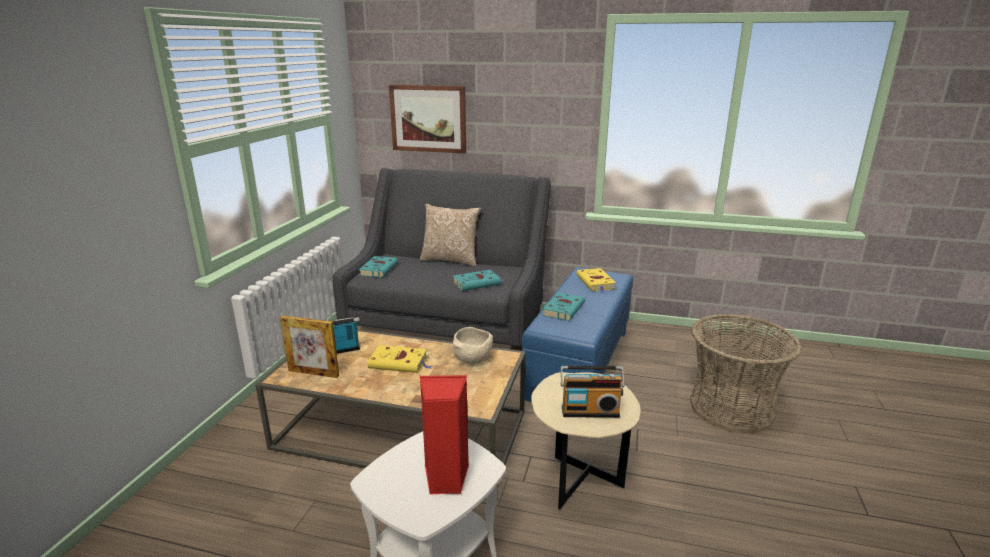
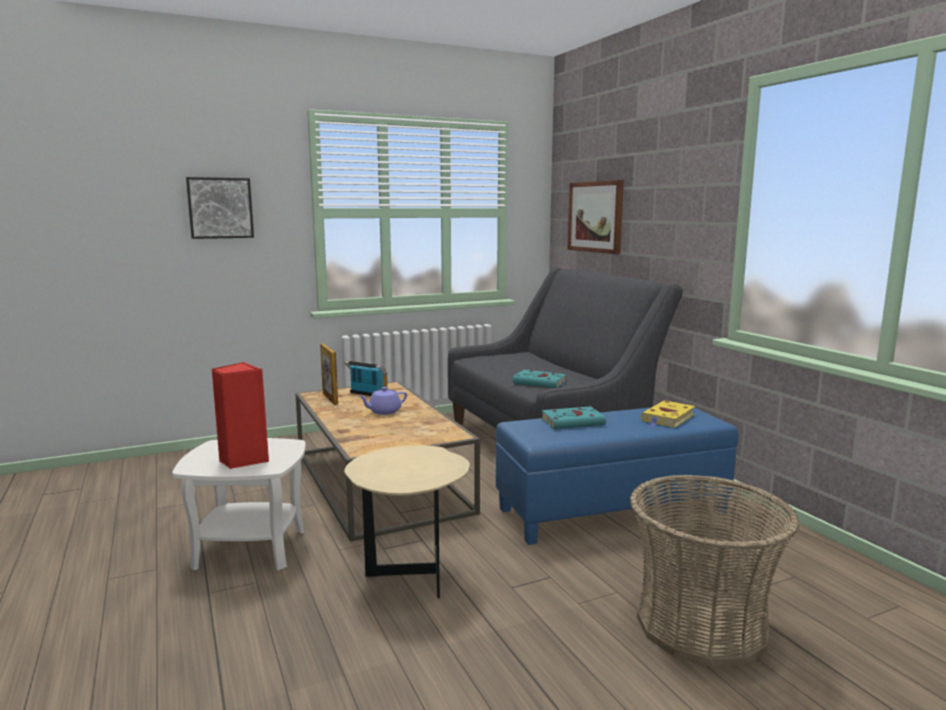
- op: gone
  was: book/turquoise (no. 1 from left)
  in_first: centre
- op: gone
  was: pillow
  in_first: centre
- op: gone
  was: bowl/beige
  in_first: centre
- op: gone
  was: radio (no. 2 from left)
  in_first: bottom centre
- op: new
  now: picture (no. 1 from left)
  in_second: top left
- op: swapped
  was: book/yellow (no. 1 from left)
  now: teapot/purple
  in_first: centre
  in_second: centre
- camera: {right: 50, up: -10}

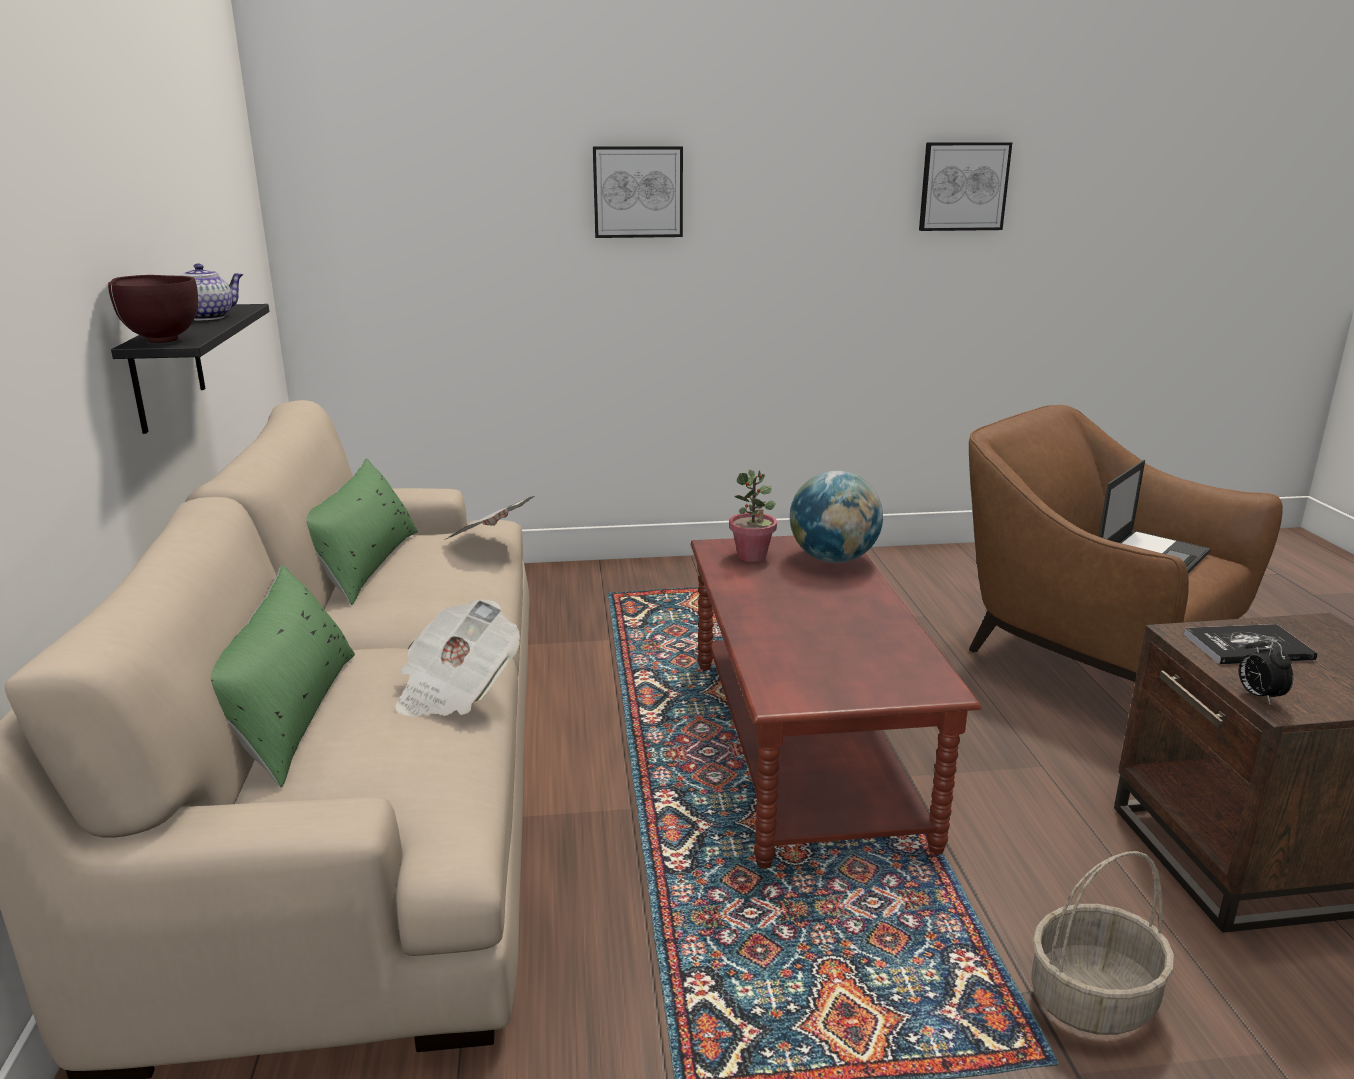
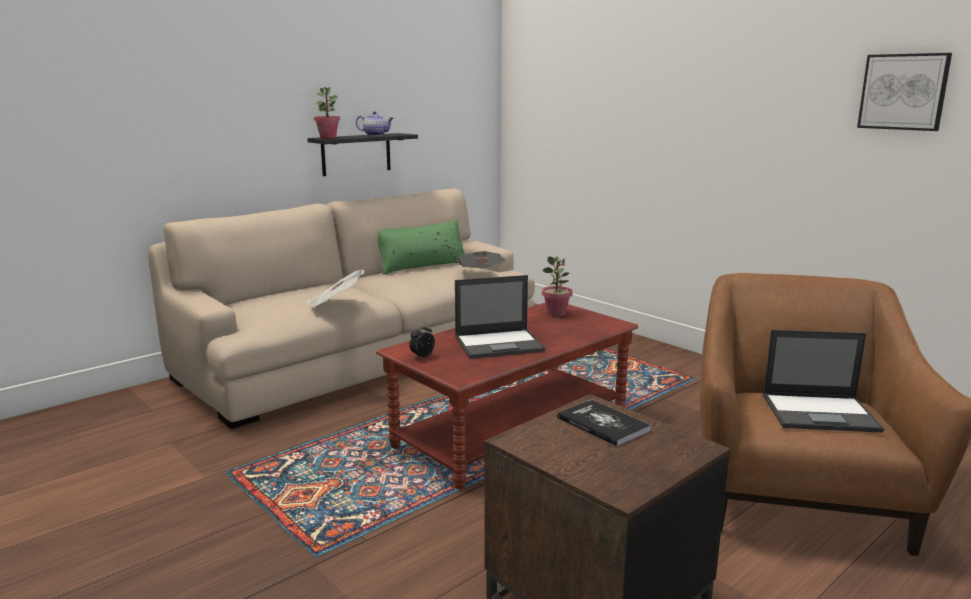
- op: gone
  was: pillow/green (no. 1 from left)
  in_first: middle left
- op: gone
  was: picture (no. 1 from left)
  in_first: top centre
- op: gone
  was: globe
  in_first: centre
- op: gone
  was: basket
  in_first: bottom right
- op: new
  now: laptop (no. 1 from left)
  in_second: centre
- op: shifted
  was: alarm clock
  in_first: middle right
  in_second: centre
- op: swapped
  was: bowl/brown
  now: potted plant (no. 1 from left)
  in_first: top left
  in_second: top centre
- camera: {right: 55, up: -5}

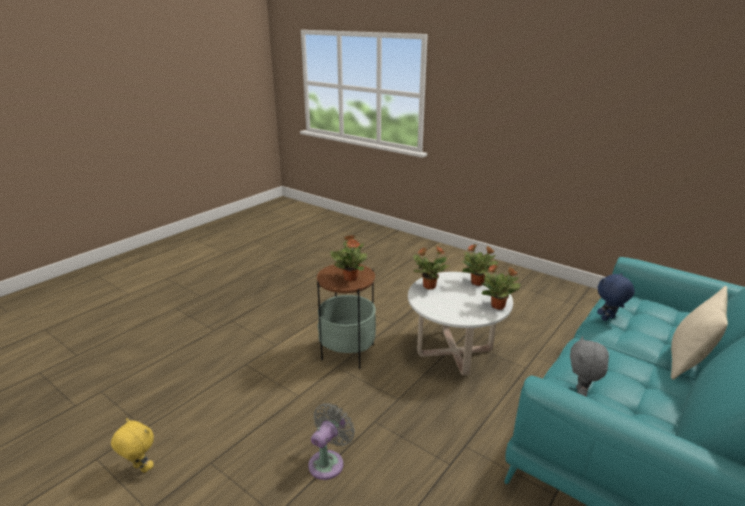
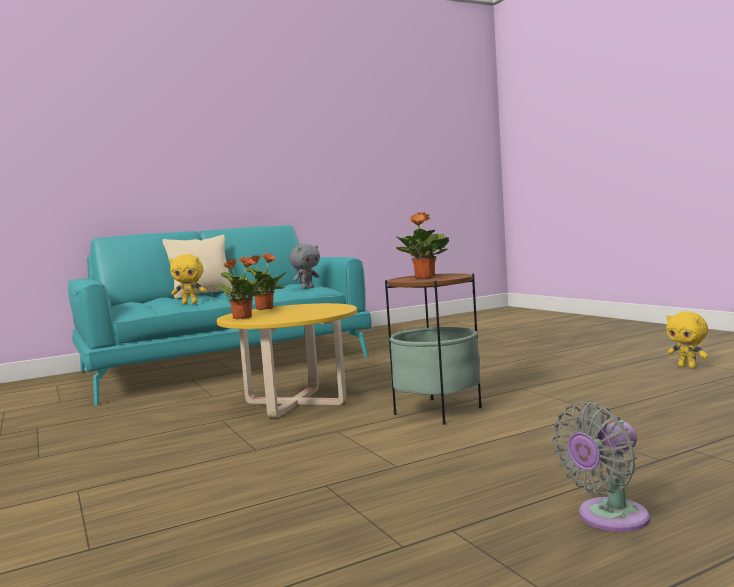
- op: gone
  was: potted plant (no. 2 from left)
  in_first: centre
- op: shifted
  was: fan/grey
  in_first: bottom centre
  in_second: bottom right
- op: repainted
  was: coffee table/white
  now: coffee table/yellow
  in_first: centre
  in_second: centre
- op: repainted
  was: plush toy/blue
  now: plush toy/yellow (no. 1 from left)
  in_first: middle right
  in_second: middle left
- camera: {right: -155, up: -20}

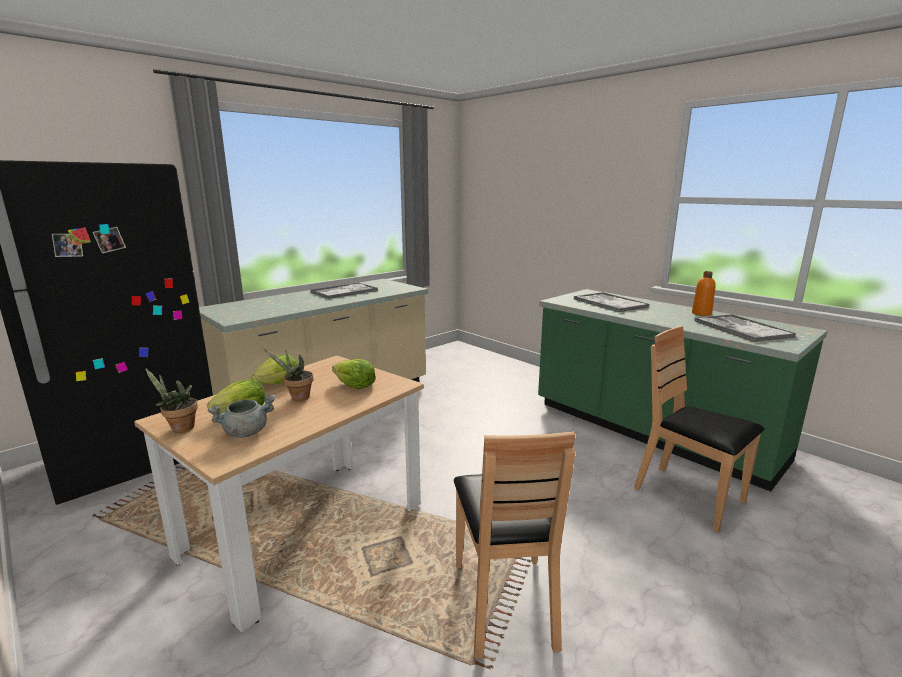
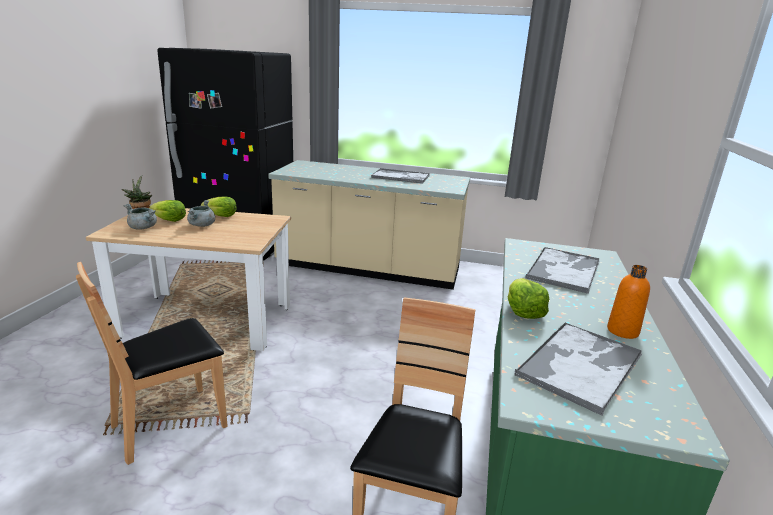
- op: shifted
  was: lettuce (no. 3 from left)
  in_first: centre
  in_second: middle right
- op: swapped
  was: potted plant (no. 2 from left)
  now: cooking pot/grey (no. 2 from left)
  in_first: middle left
  in_second: middle left
- camera: {right: 55, up: 5}

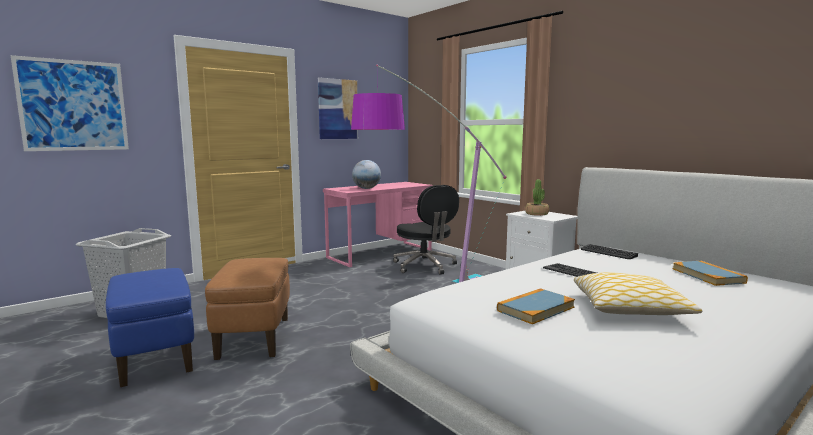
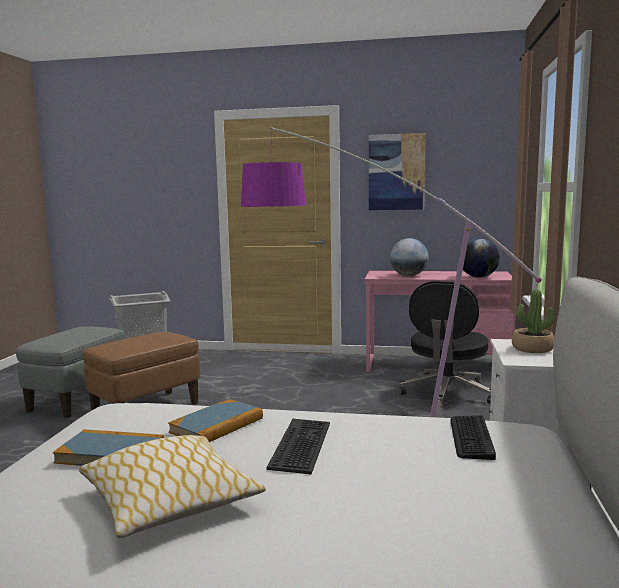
- op: gone
  was: picture (no. 1 from left)
  in_first: top left
- op: new
  now: globe (no. 2 from left)
  in_second: middle right
- op: shifted
  was: book (no. 2 from left)
  in_first: middle right
  in_second: bottom centre
- op: repainted
  was: ottoman/blue
  now: ottoman/grey
  in_first: bottom left
  in_second: middle left
- camera: {right: 50, up: 0}

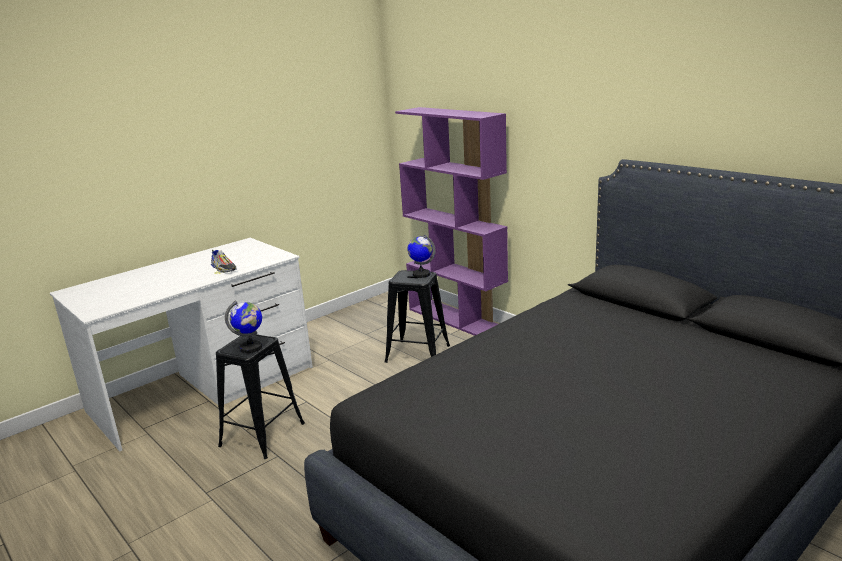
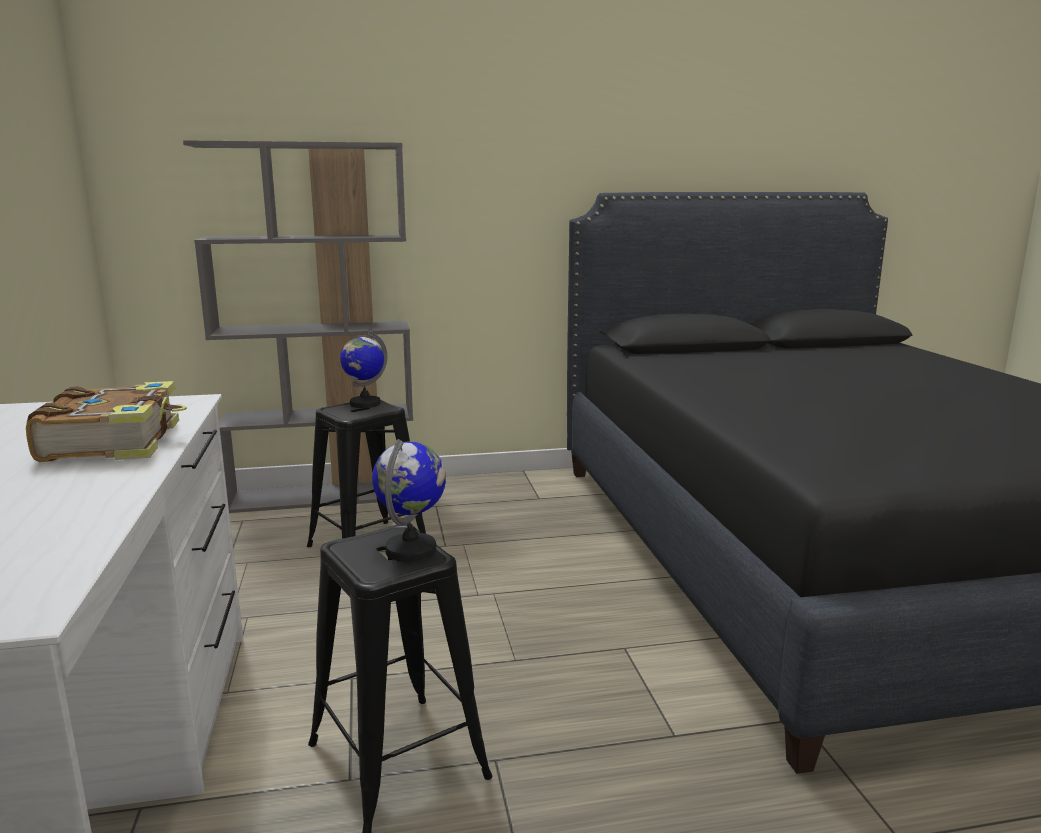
- op: swapped
  was: shoe
  now: book
  in_first: middle left
  in_second: middle left
- op: repainted
  was: bookcase/purple
  now: bookcase/grey
  in_first: centre
  in_second: middle left
- camera: {right: -60, up: -5}

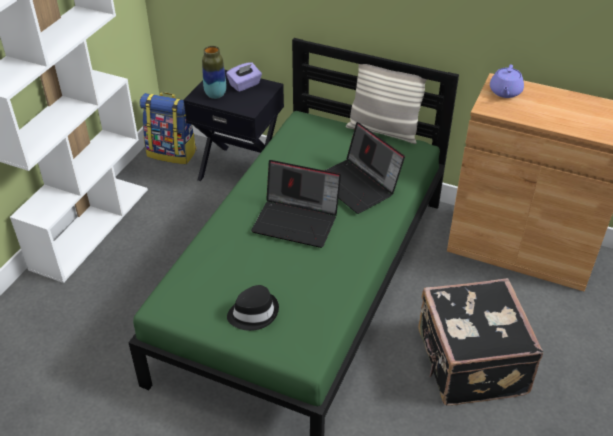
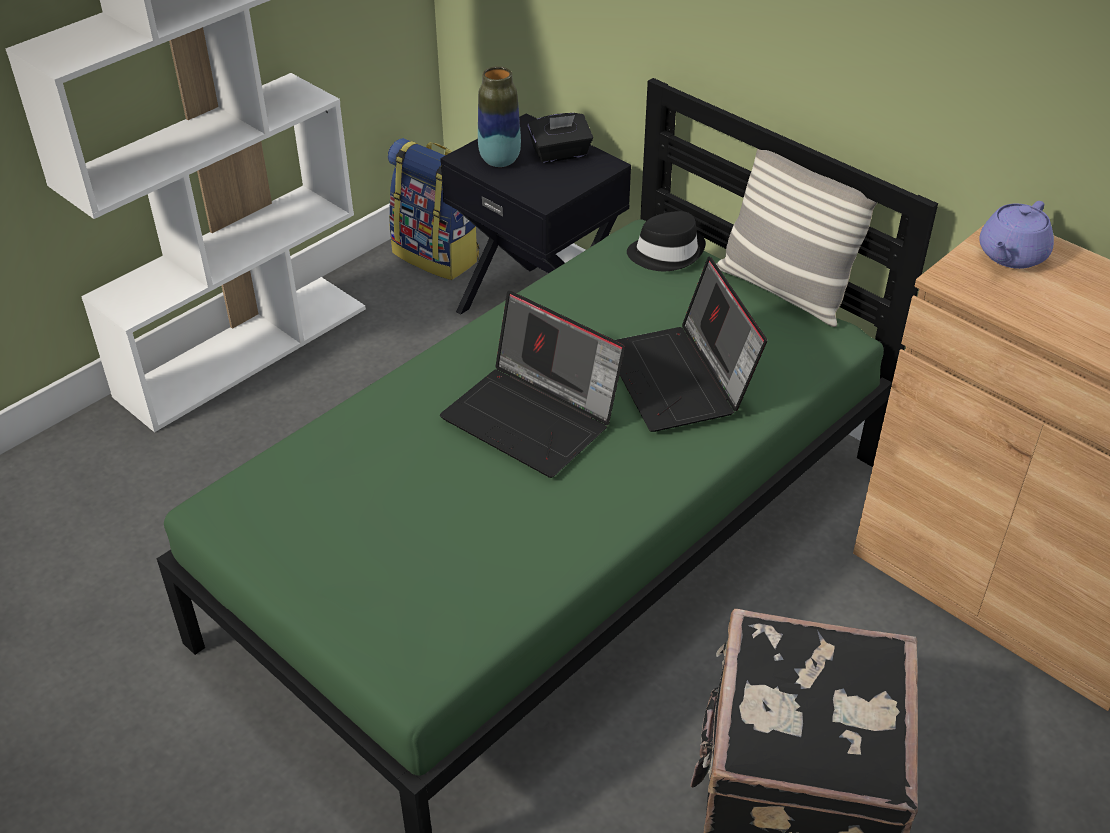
- op: shifted
  was: hat/black
  in_first: bottom centre
  in_second: top centre
- op: repainted
  was: tissue box/purple
  now: tissue box/black
  in_first: top centre
  in_second: top centre
- camera: {right: 20, up: 0}

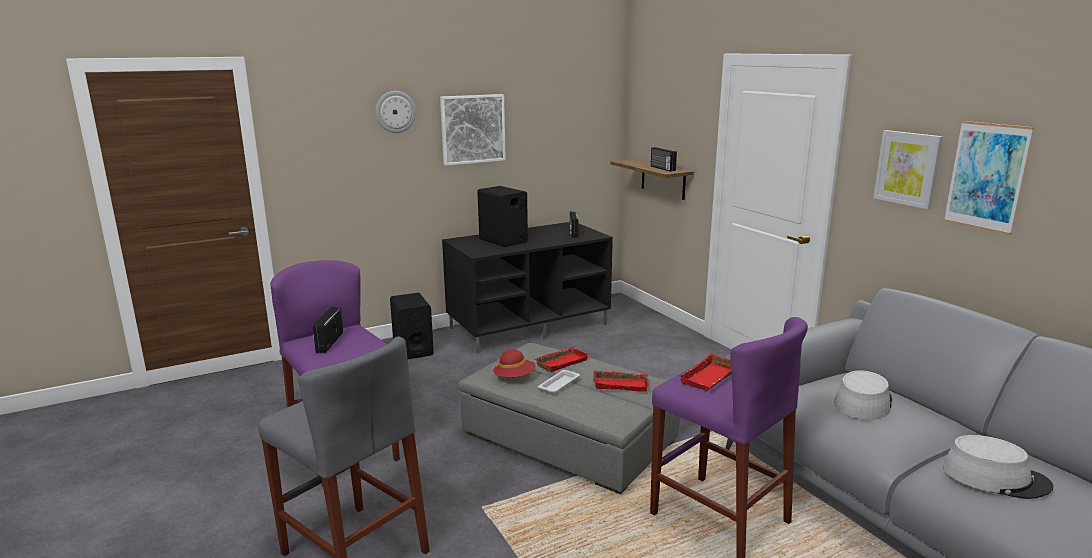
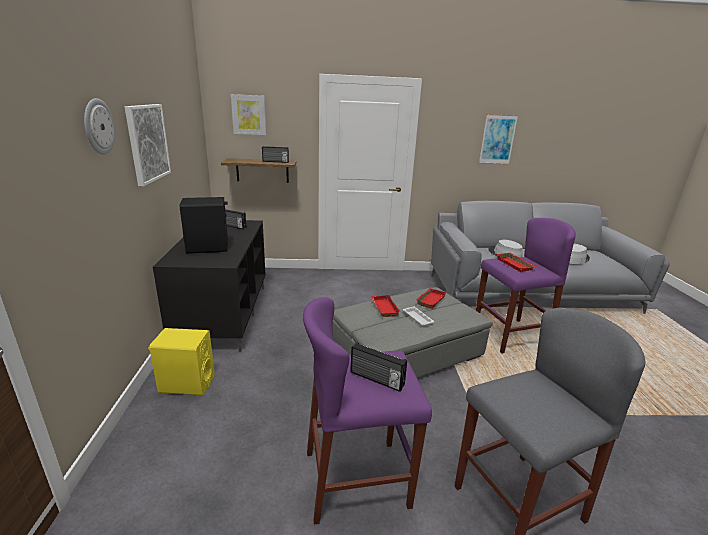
- op: gone
  was: hat/red
  in_first: centre
- op: shifted
  was: picture (no. 2 from left)
  in_first: top right
  in_second: top centre
- op: repainted
  was: speaker/black (no. 1 from left)
  now: speaker/yellow
  in_first: centre
  in_second: bottom left
- camera: {right: -65, up: 5}

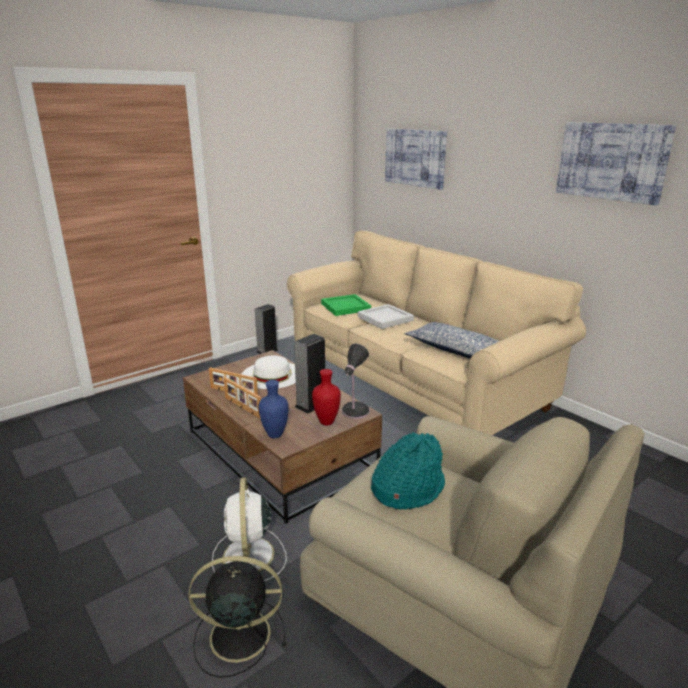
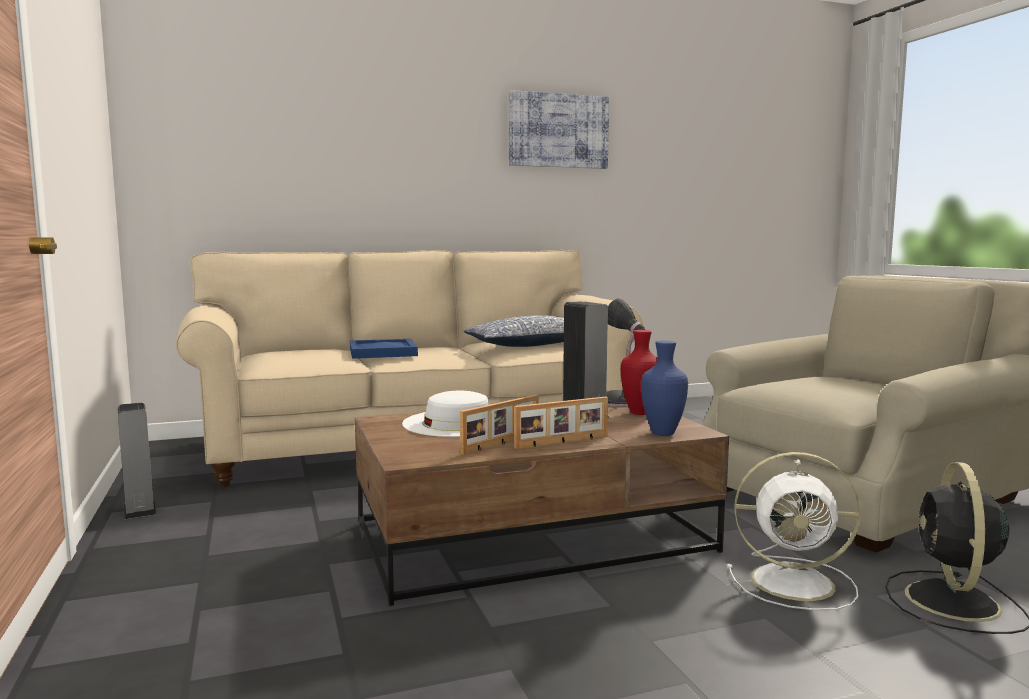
- op: gone
  was: tray/green
  in_first: centre
- op: gone
  was: hat/turquoise
  in_first: bottom centre
- op: gone
  was: picture (no. 1 from left)
  in_first: top centre
- op: repainted
  was: tray/white
  now: tray/blue
  in_first: centre
  in_second: centre
- camera: {right: -70, up: -15}

